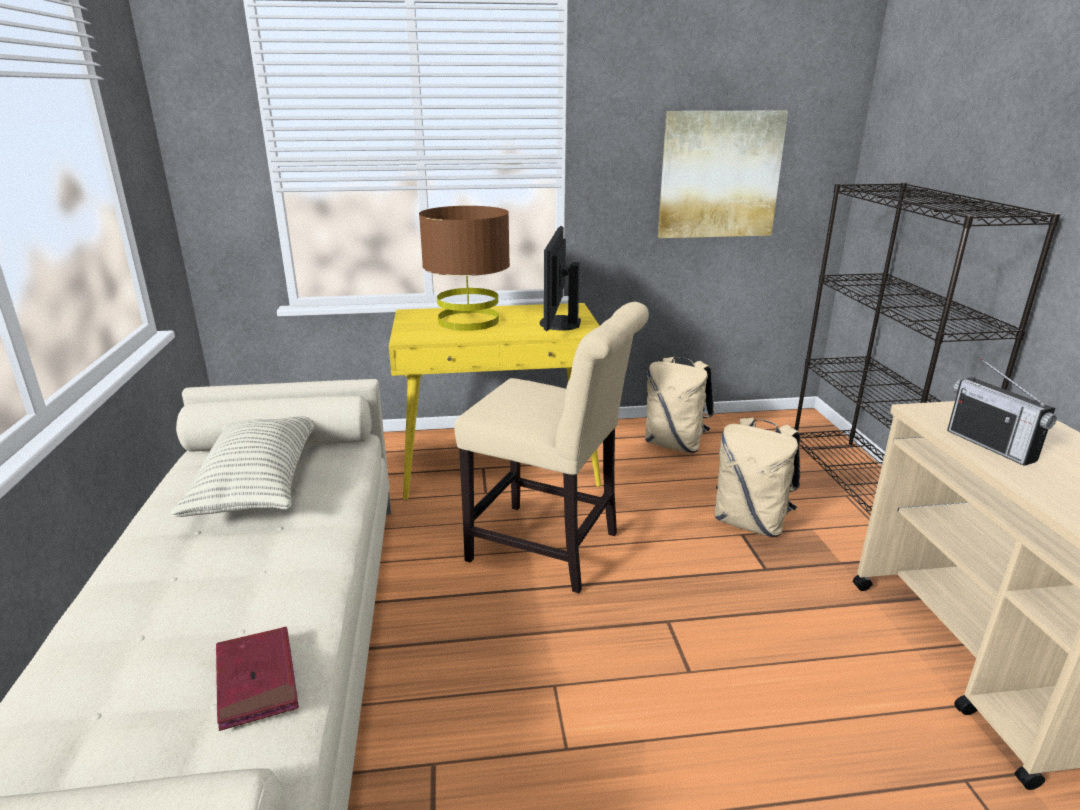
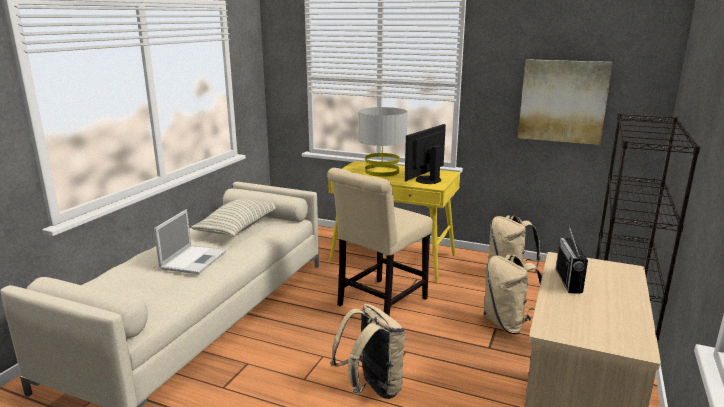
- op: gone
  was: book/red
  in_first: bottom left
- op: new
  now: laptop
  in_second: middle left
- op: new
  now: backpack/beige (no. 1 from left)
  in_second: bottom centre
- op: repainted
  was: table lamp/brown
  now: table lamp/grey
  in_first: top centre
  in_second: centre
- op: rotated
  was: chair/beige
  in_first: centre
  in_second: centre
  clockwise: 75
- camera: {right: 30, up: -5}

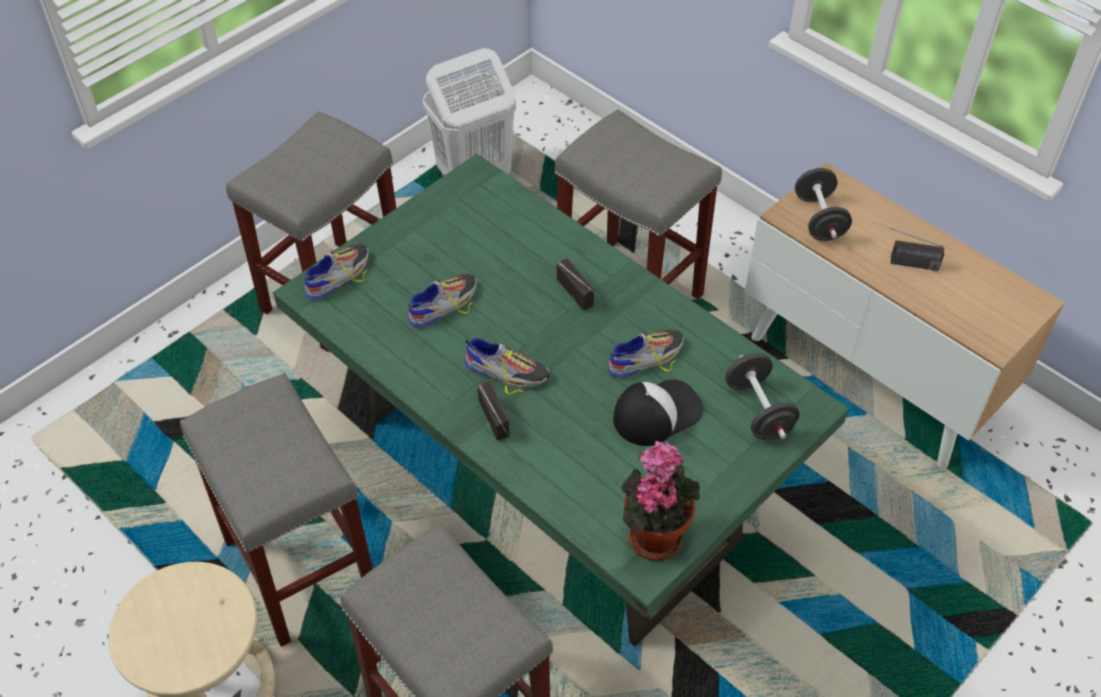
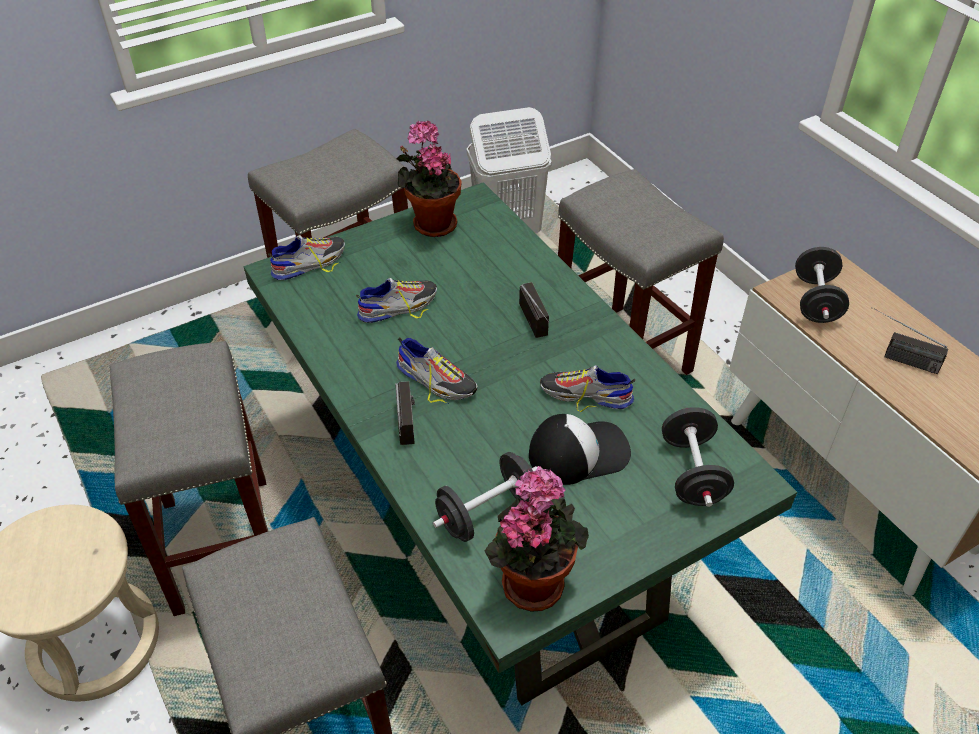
- op: new
  now: potted plant (no. 1 from left)
  in_second: top centre
- op: new
  now: dumbbell/black (no. 1 from left)
  in_second: bottom centre
- op: rotated
  was: shoe (no. 4 from left)
  in_first: centre
  in_second: centre
  clockwise: -150
- camera: {right: 15, up: -5}

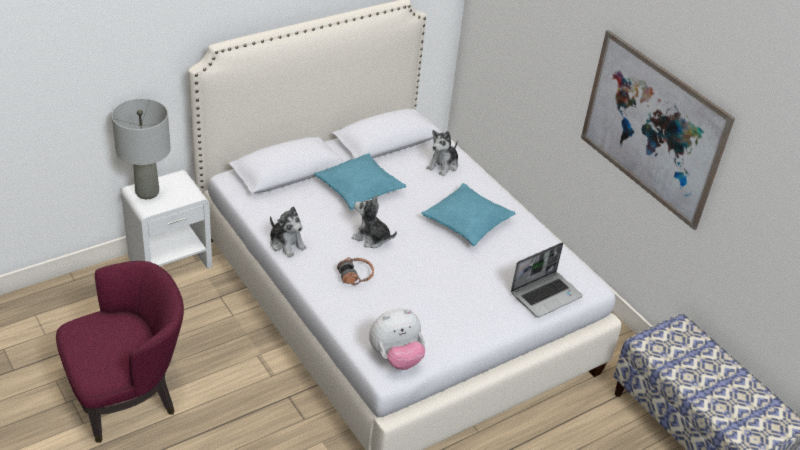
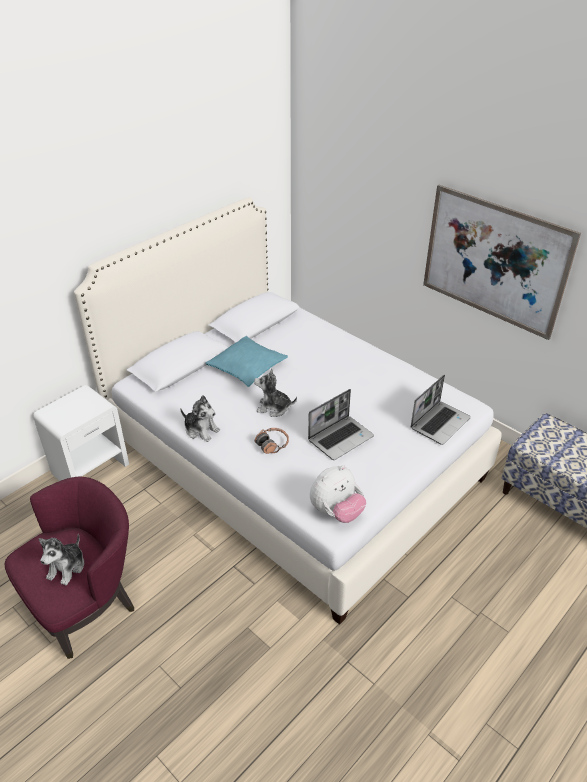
- op: gone
  was: table lamp/grey
  in_first: top left
- op: gone
  was: pillow/turquoise (no. 2 from left)
  in_first: centre
- op: new
  now: laptop (no. 1 from left)
  in_second: centre
- op: shifted
  was: plush toy (no. 4 from left in the first image)
  now: plush toy (no. 1 from left)
  in_first: centre
  in_second: bottom left
- camera: {right: -10, up: 0}

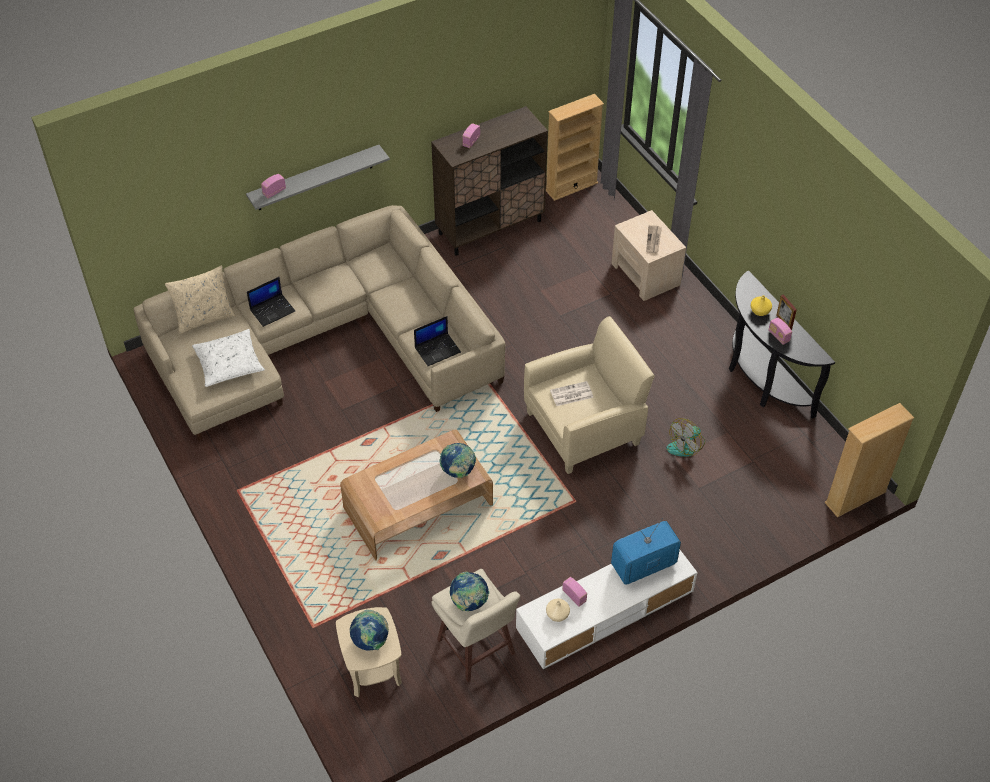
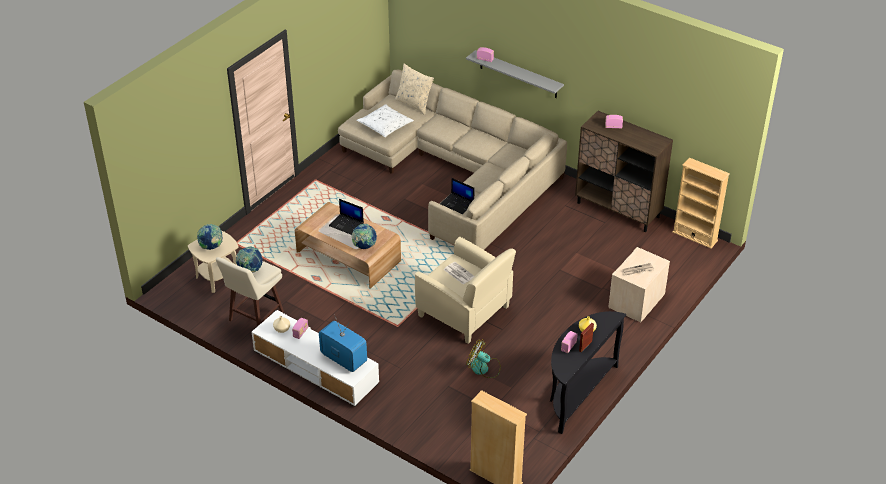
- op: shifted
  was: laptop (no. 1 from left)
  in_first: middle left
  in_second: centre
- camera: {right: 65, up: -10}

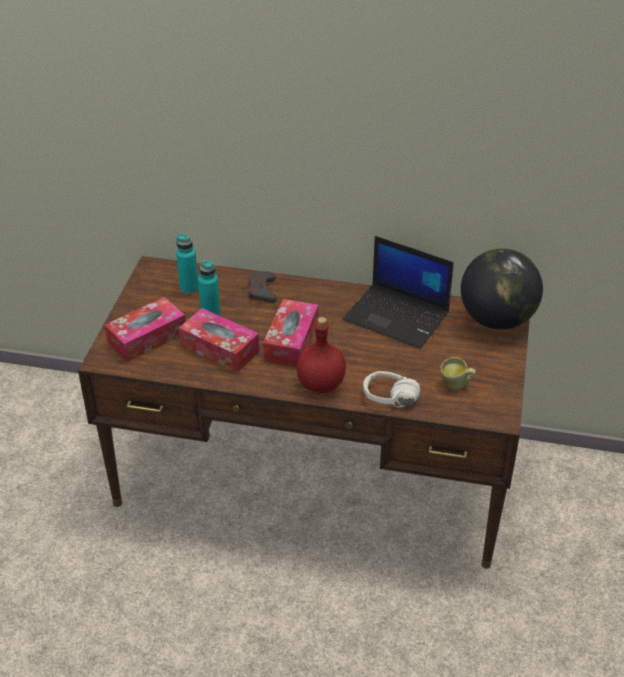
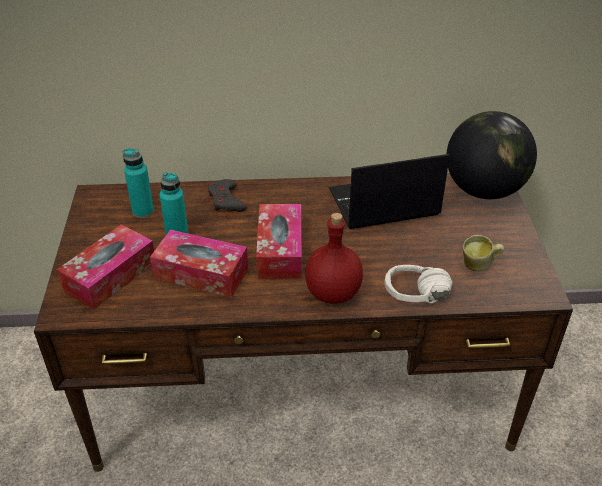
- op: rotated
  was: laptop
  in_first: centre
  in_second: centre
  clockwise: 150
- camera: {right: -15, up: 0}

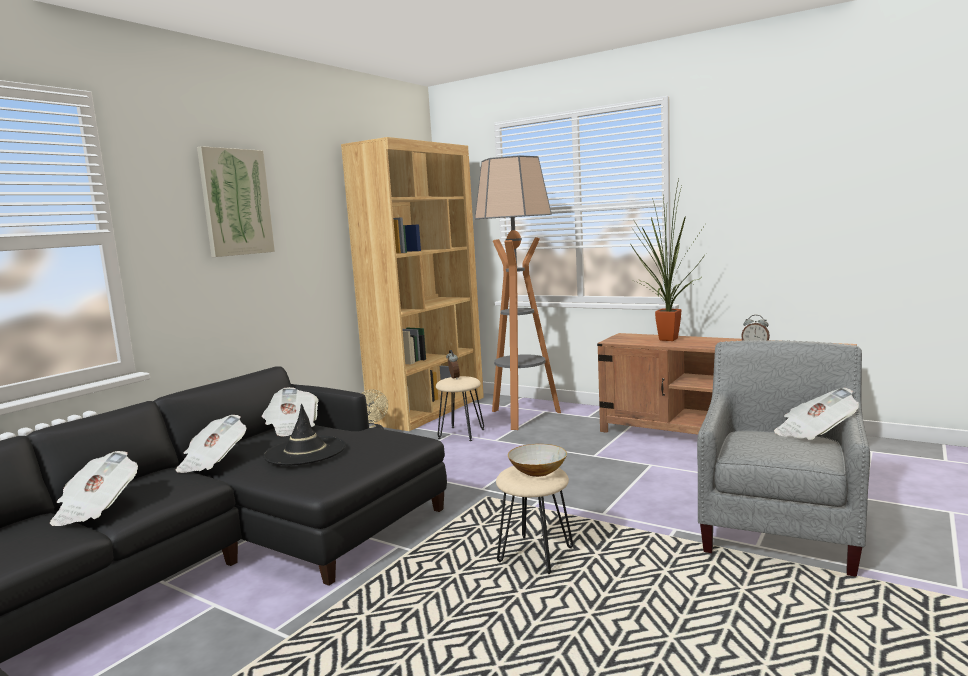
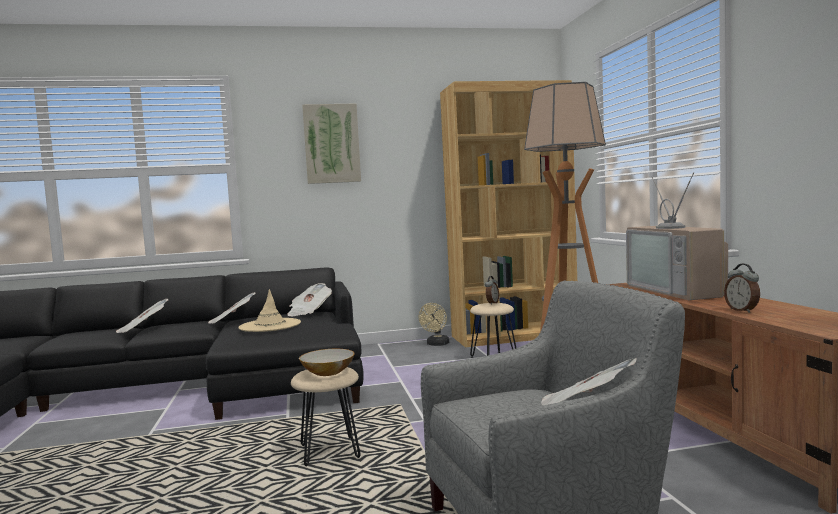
- op: swapped
  was: potted plant
  now: television
  in_first: middle right
  in_second: middle right
- op: repainted
  was: hat/black
  now: hat/beige
  in_first: middle left
  in_second: middle left
- camera: {right: 45, up: -5}

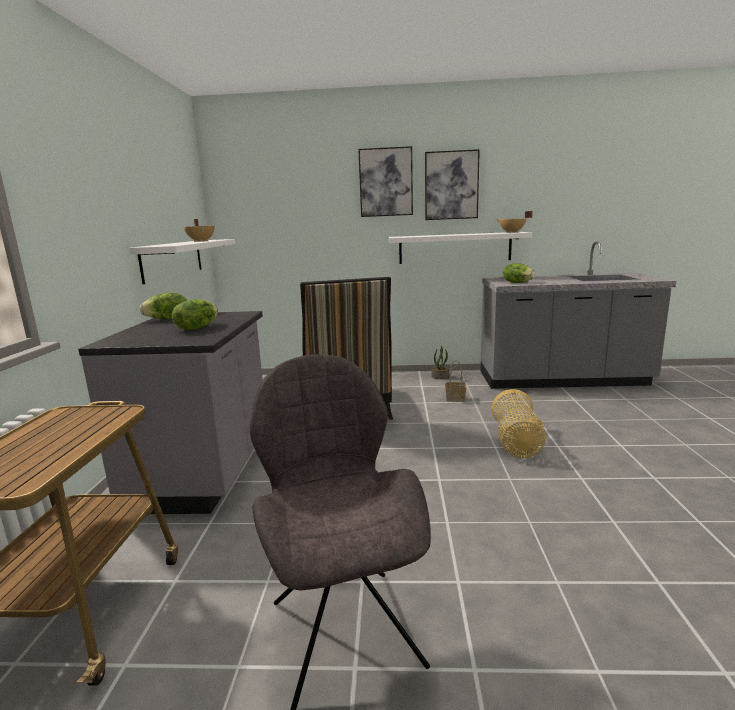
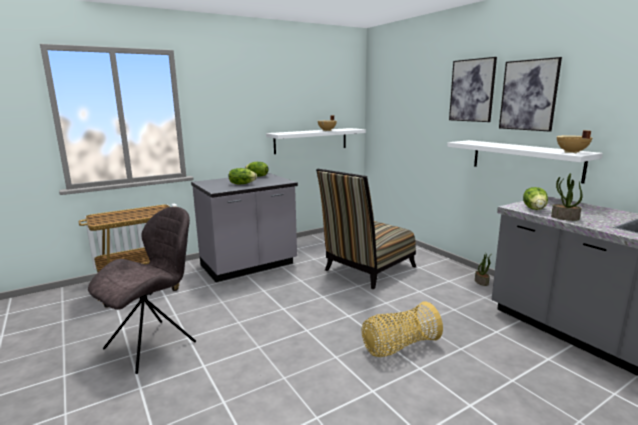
- op: gone
  was: basket (no. 1 from left)
  in_first: centre
- op: new
  now: potted plant (no. 2 from left)
  in_second: middle right
- camera: {right: 55, up: 0}

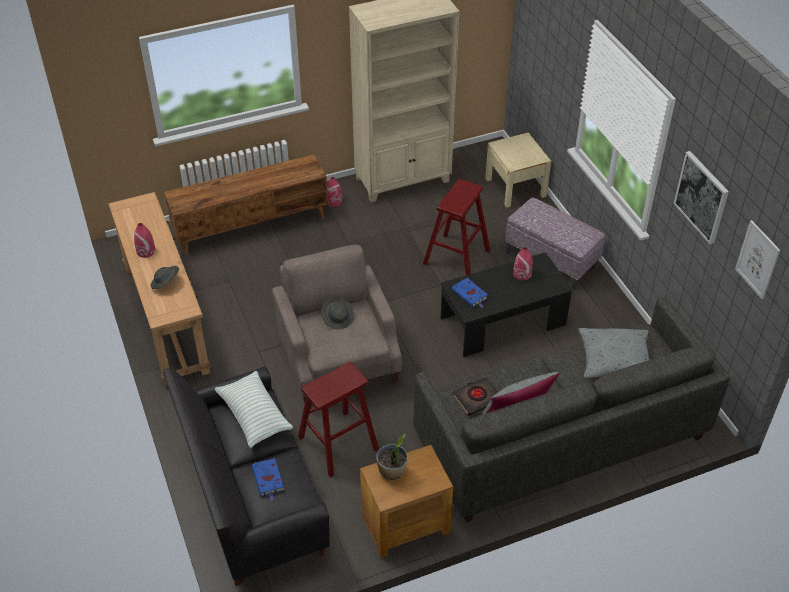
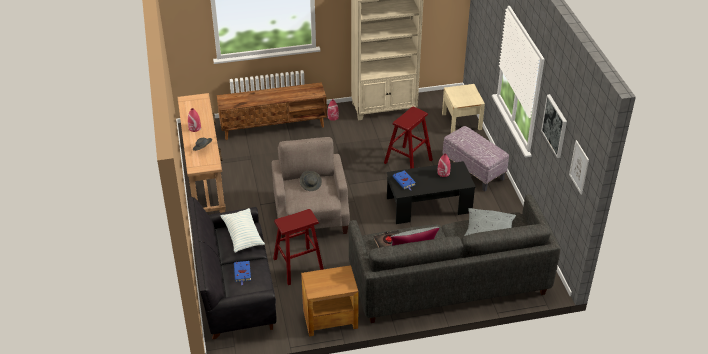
- op: gone
  was: potted plant
  in_first: bottom centre
- camera: {right: 10, up: -5}

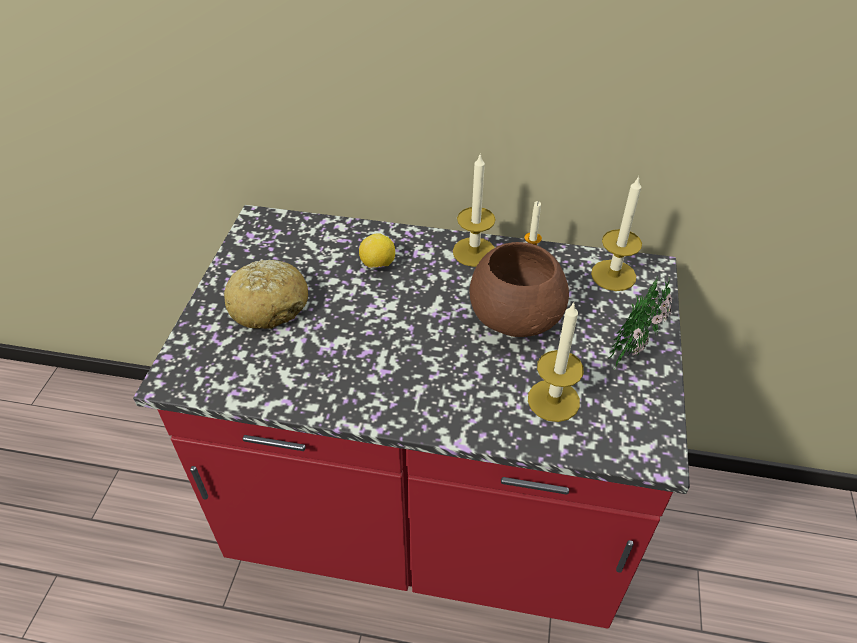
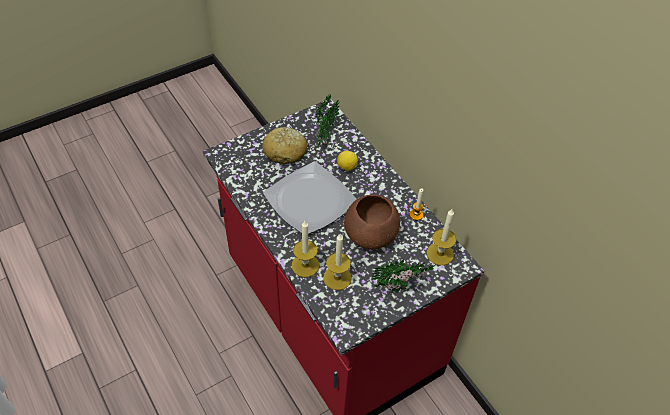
- op: new
  now: plate
  in_second: centre
- op: new
  now: potted plant (no. 1 from left)
  in_second: top centre
- op: shifted
  was: candle (no. 1 from left)
  in_first: top centre
  in_second: centre
- camera: {right: 45, up: 5}

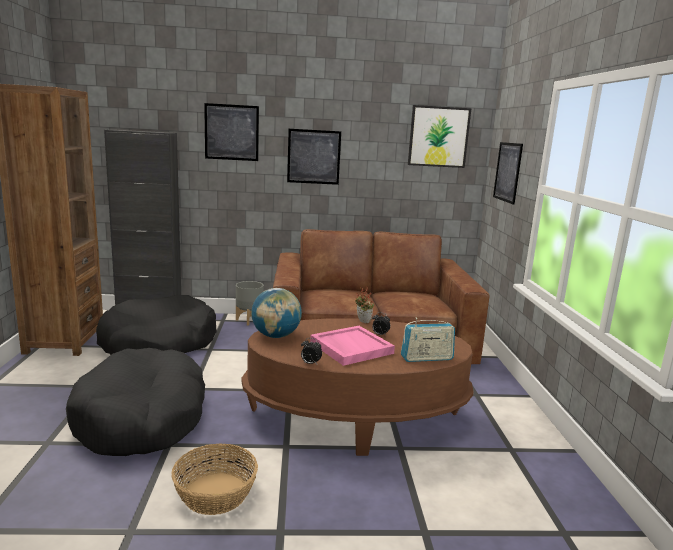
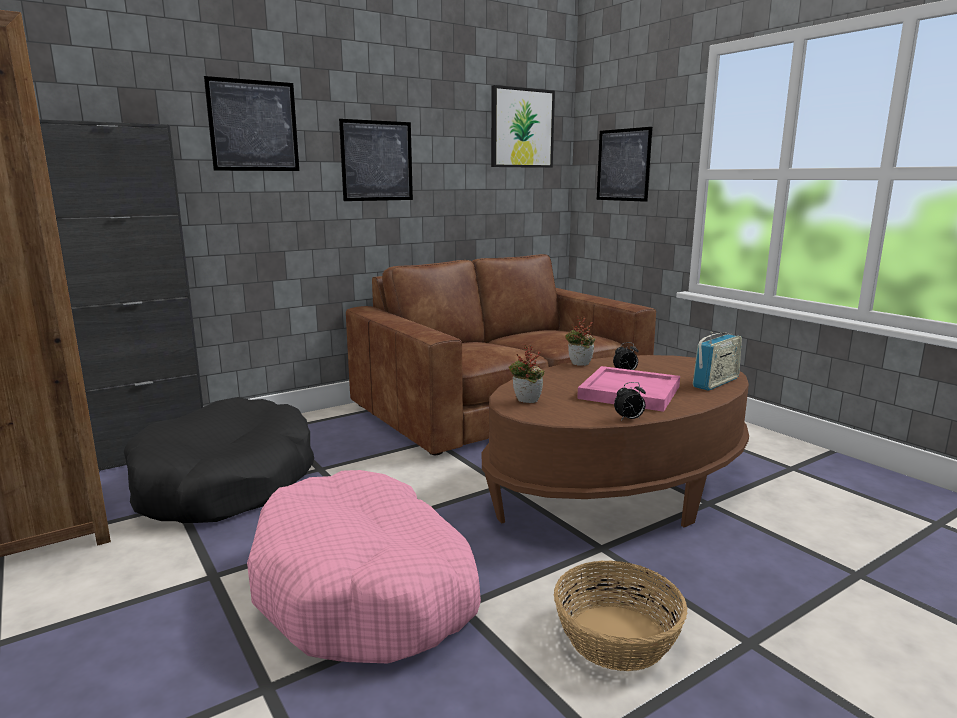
- op: gone
  was: planter/grey
  in_first: centre
- op: swapped
  was: globe
  now: potted plant (no. 1 from left)
  in_first: centre
  in_second: centre
- op: repainted
  was: dog bed/black (no. 1 from left)
  now: dog bed/pink
  in_first: bottom left
  in_second: bottom centre
- camera: {right: -30, up: 0}

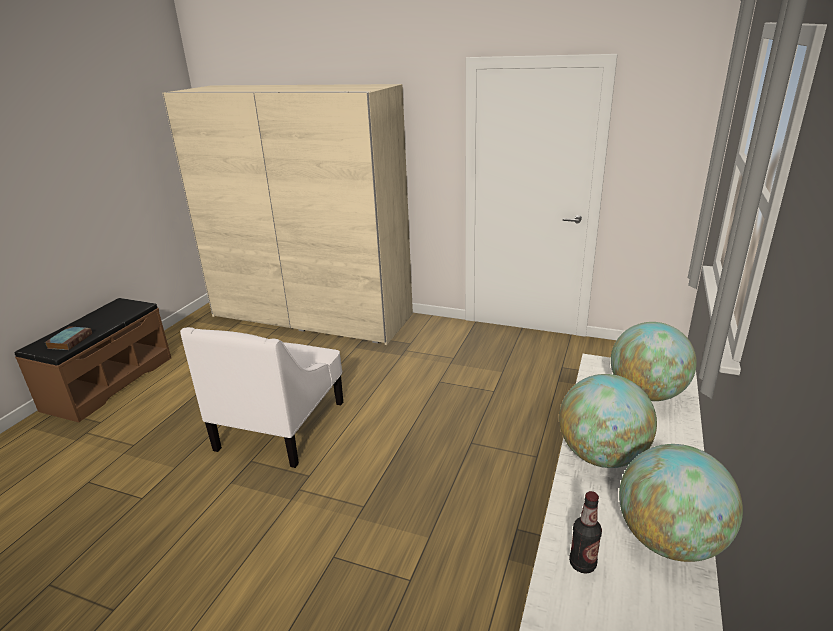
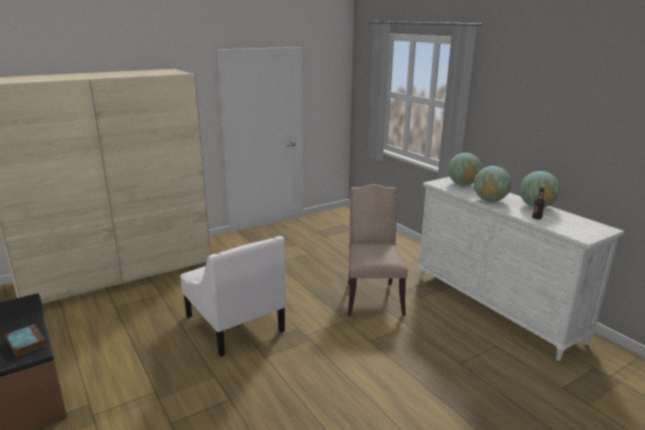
- op: new
  now: chair/beige
  in_second: centre
- camera: {right: -55, up: -5}

